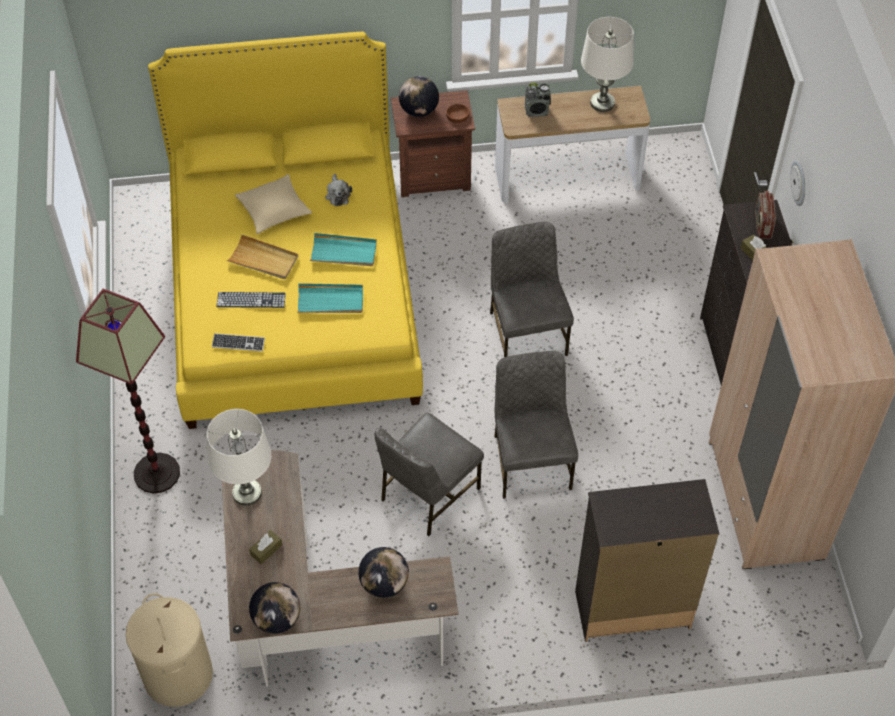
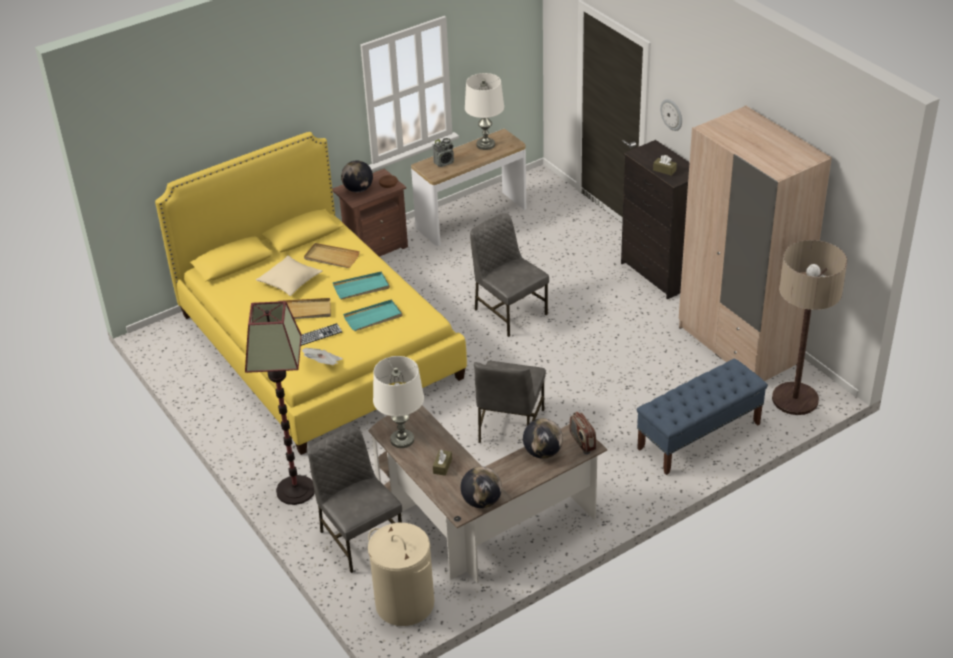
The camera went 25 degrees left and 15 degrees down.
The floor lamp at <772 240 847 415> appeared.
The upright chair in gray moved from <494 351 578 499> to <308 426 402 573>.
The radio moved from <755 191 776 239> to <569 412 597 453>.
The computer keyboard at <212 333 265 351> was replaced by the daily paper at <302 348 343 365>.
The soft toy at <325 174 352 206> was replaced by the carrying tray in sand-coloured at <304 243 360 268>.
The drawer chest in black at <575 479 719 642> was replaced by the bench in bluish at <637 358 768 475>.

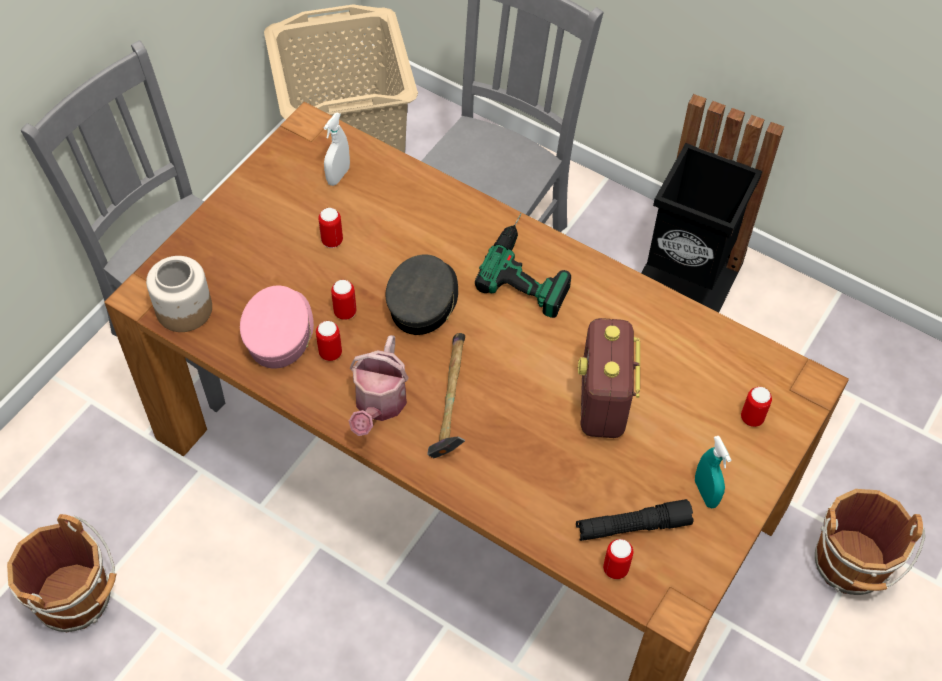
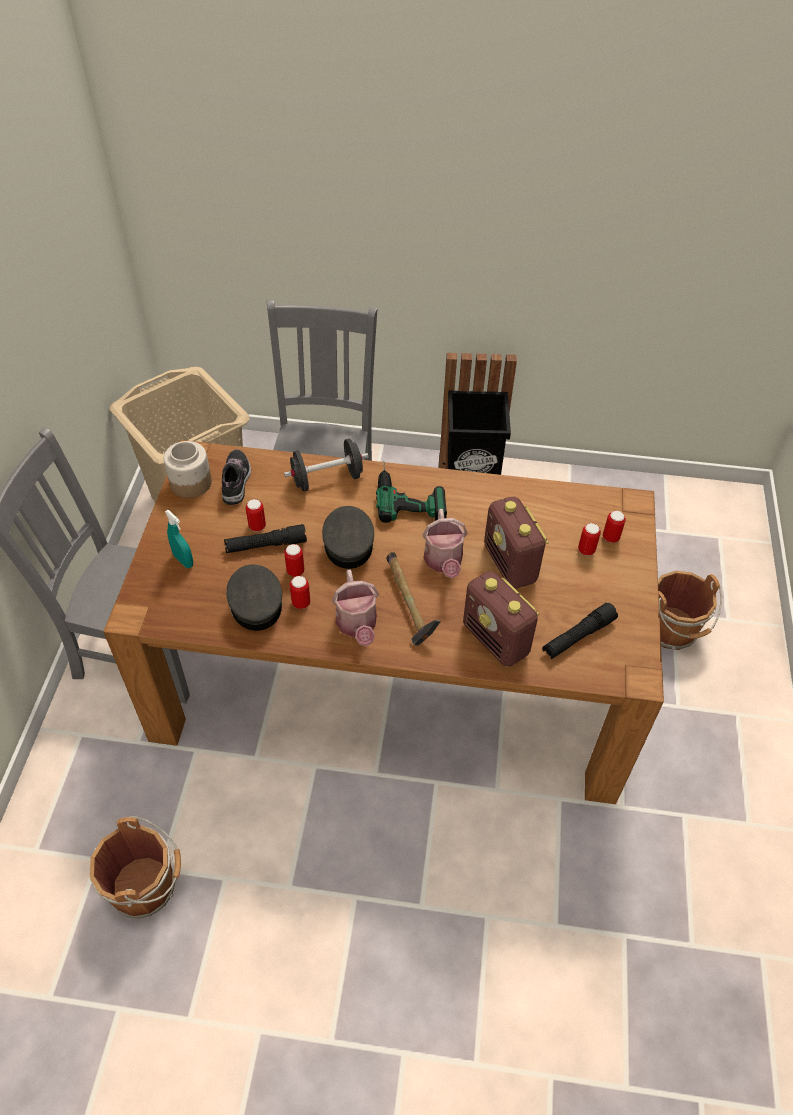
The camera went 25 degrees left and 5 degrees down.
The flashlight in black at <224 524 307 553> appeared.
The dumbbell in black at <284 439 368 492> appeared.
The sprinkling can at <423 509 467 578> appeared.
The radio at <463 571 540 667> appeared.
The preserve jar moved from <146 256 212 332> to <164 441 212 498>.
The sealed can moved from <603 539 634 579> to <578 523 601 556>.
The hand sprayer in turquoise-coloured moved from <695 436 731 508> to <165 510 193 568>.
The hand sprayer in white at <323 112 350 186> was replaced by the item of footwear at <222 449 251 505>.
The peaked cap in pink-coloured at <240 286 314 368> became the peaked cap in gray at <226 564 283 631>.

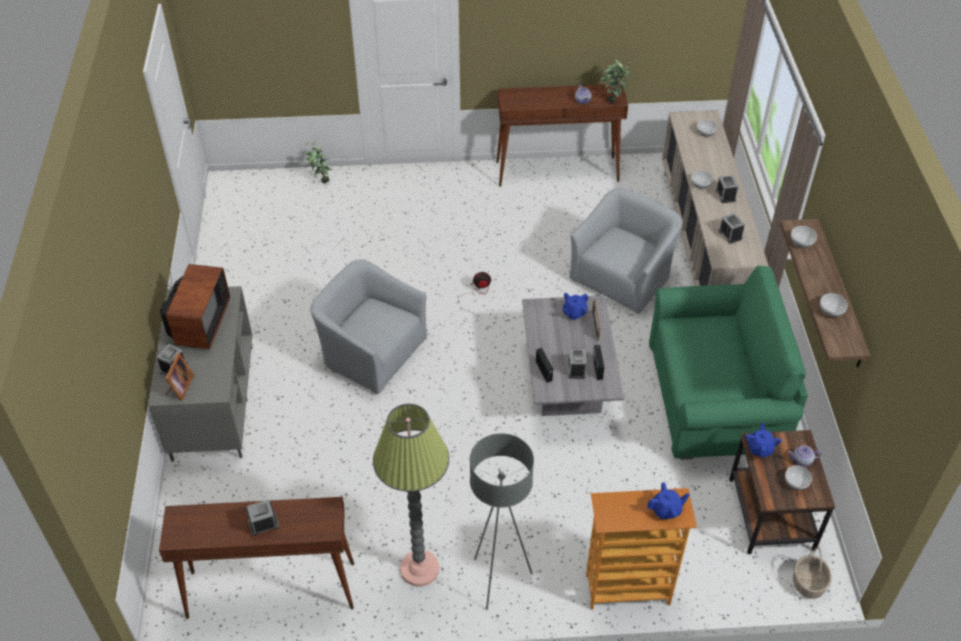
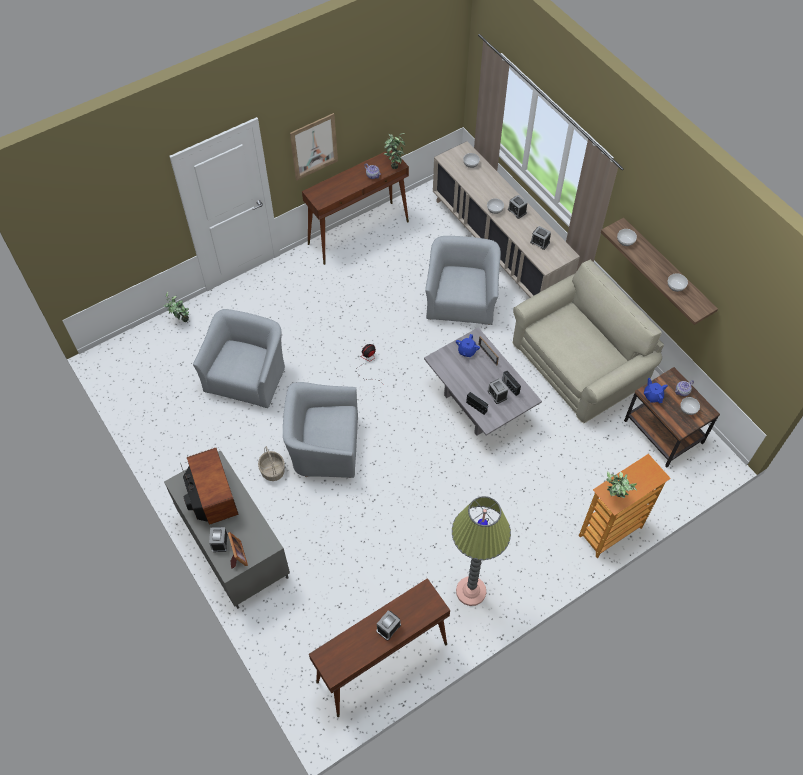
The camera went 30 degrees left and 10 degrees up.
The floor lamp in gray at <470 433 534 610> disappeared.
The tea pot in bluish at <647 482 690 519> disappeared.
The lounge chair in gray at <193 309 285 408> appeared.
The wall picture at <290 113 338 180> appeared.
The plant in a pot at <606 471 637 498> appeared.
The storage basket moved from <793 547 832 599> to <258 446 285 481>.
The settee in green-coloured at <649 266 808 460> became the settee in sand-coloured at <512 260 664 424>.

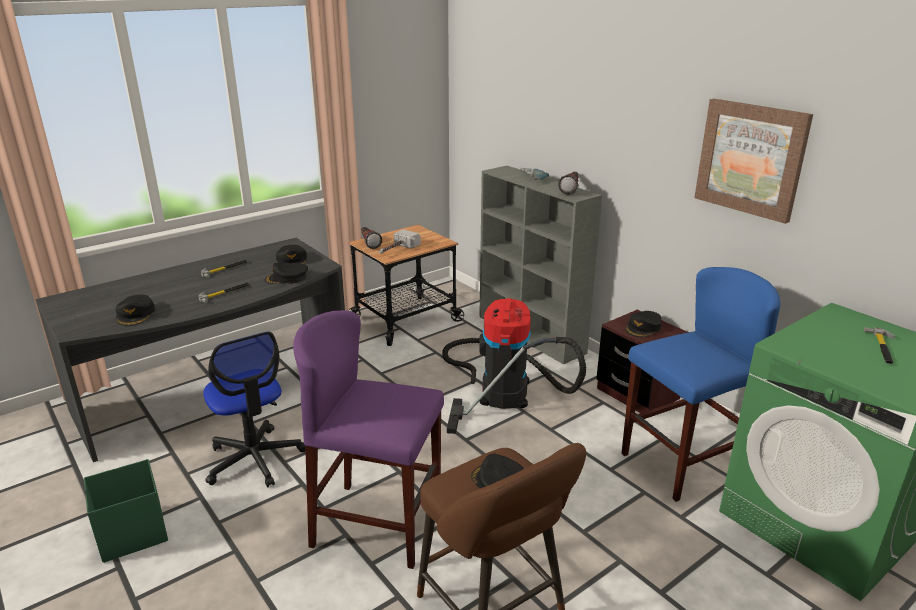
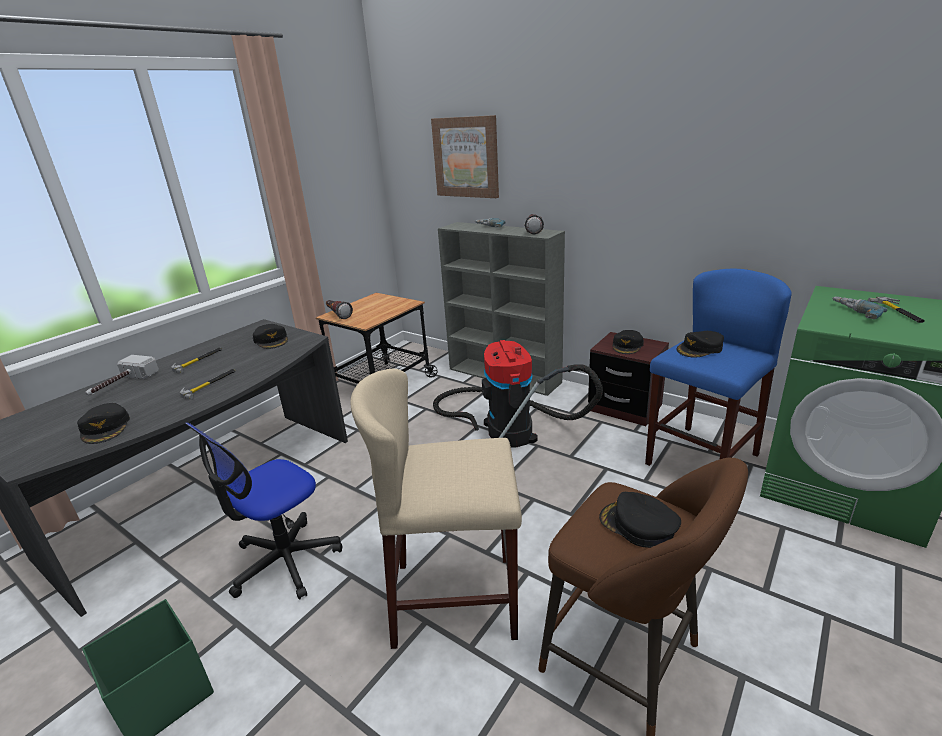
The camera went 15 degrees left and 0 degrees up.
The drill at <832 296 887 319> appeared.
The peaked cap in black moved from <265 263 308 284> to <676 331 724 358>.
The tool hammer moved from <379 229 421 254> to <85 355 159 396>.
The wall picture moved from <694 99 813 224> to <431 115 499 198>.
The sitting stool in purple-coloured at <293 310 444 569> became the sitting stool in sand-coloured at <350 369 522 649>.
The desk chair at <203 331 305 487> turned 90 degrees clockwise.

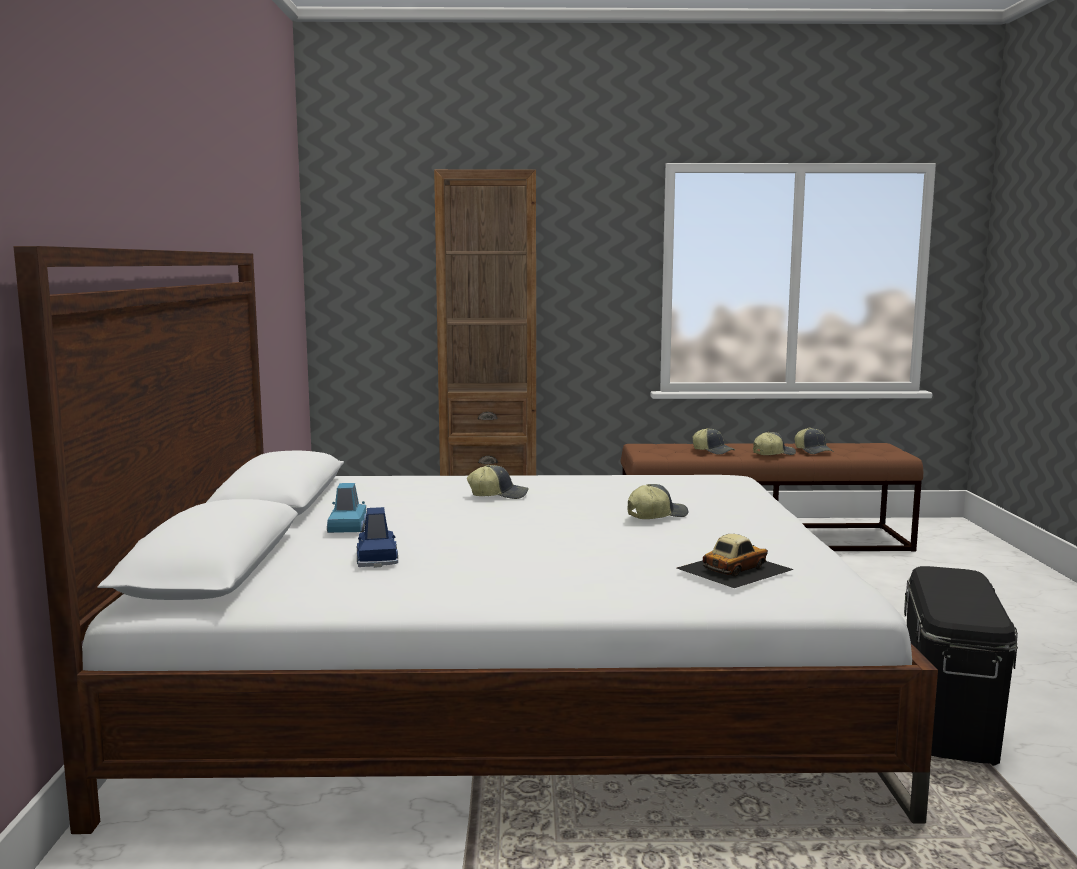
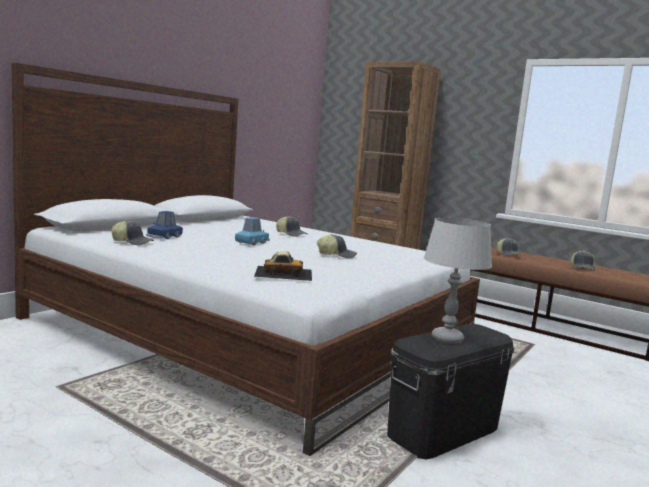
The camera went 35 degrees right and 0 degrees up.
The tabletop lamp in gray at <424 218 492 344> appeared.
The toy car in bluish moved from <327 483 366 533> to <235 217 270 245>.
The peaked cap moved from <753 432 796 455> to <111 220 154 245>.

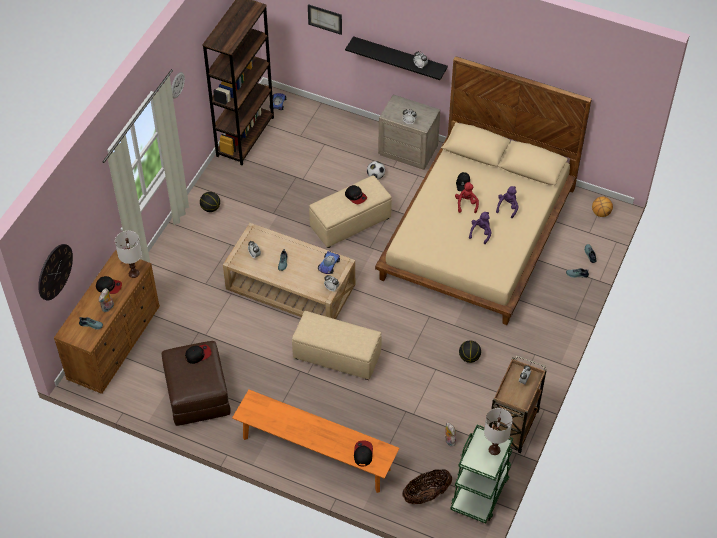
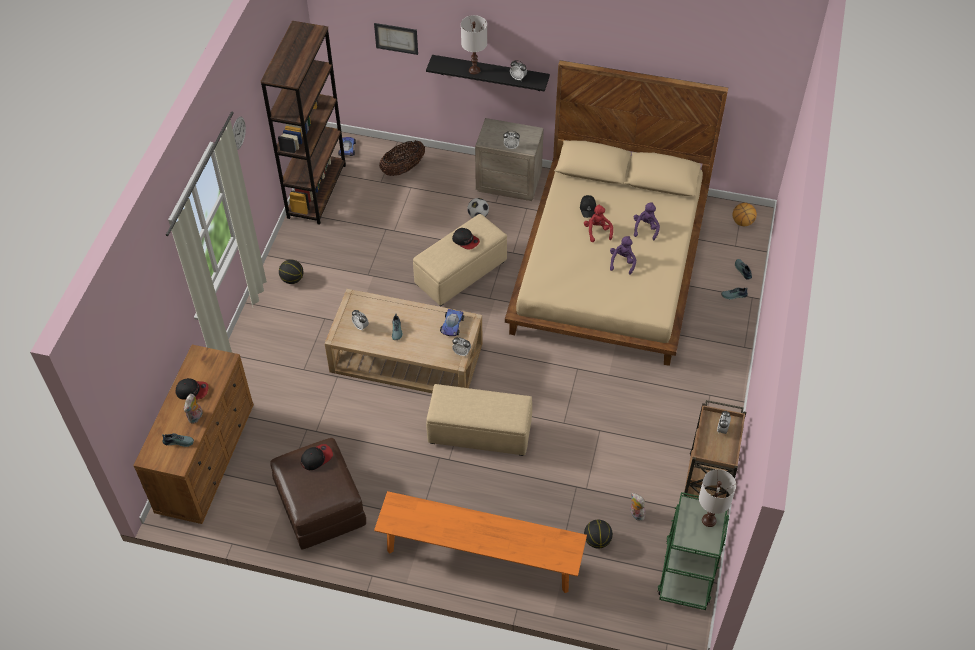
The camera went 10 degrees left and 0 degrees up.
The clock on the wall at <38 244 73 301> disappeared.
The peaked cap at <354 441 373 466> disappeared.
The tabletop lamp in white moved from <115 231 142 278> to <461 15 487 74>.
The storage basket moved from <402 469 452 504> to <379 141 425 176>.
The basketball moved from <459 340 481 363> to <584 519 613 549>.

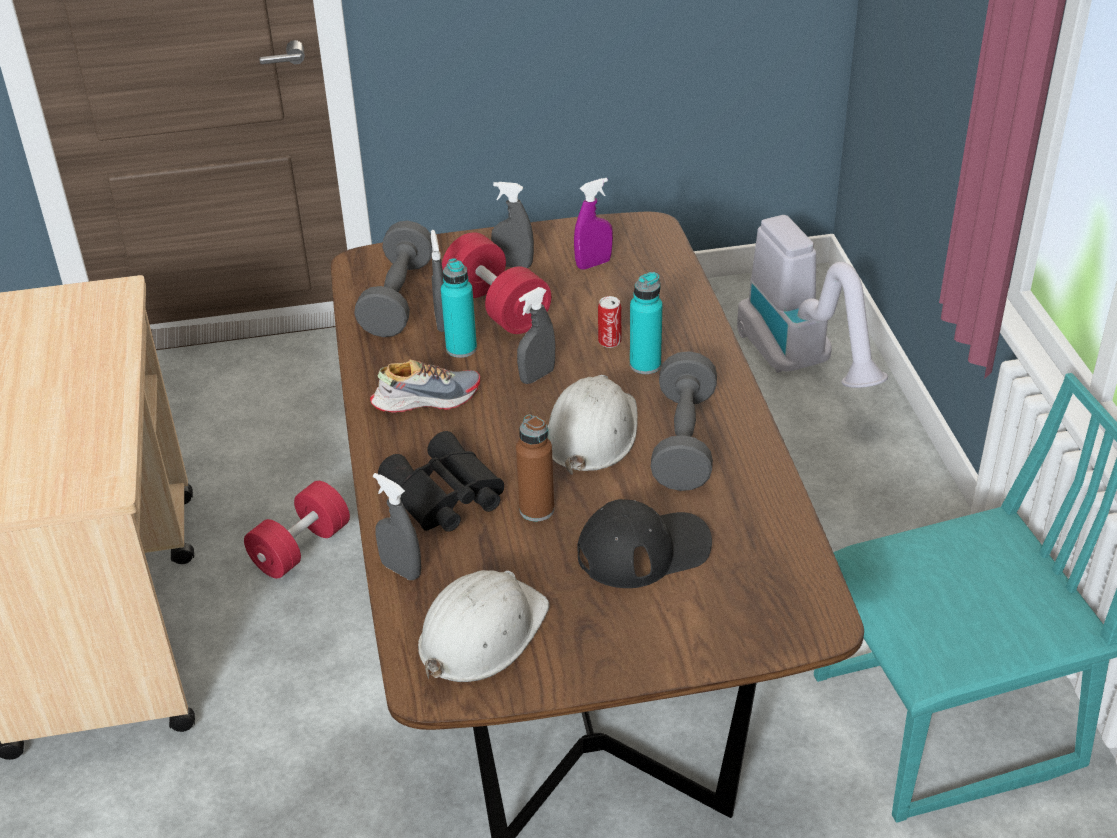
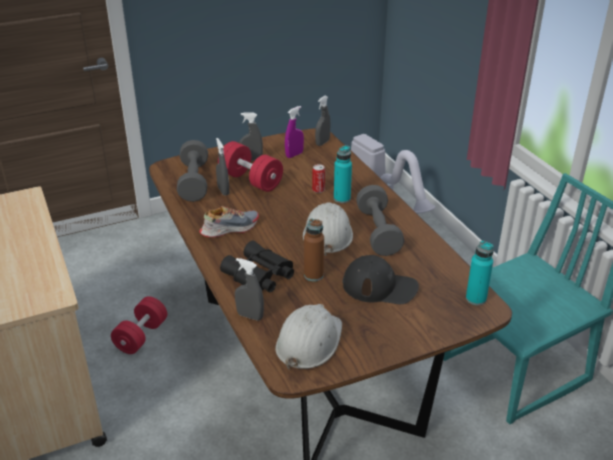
The camera went 15 degrees left and 5 degrees down.
The beverage bottle in turquoise-coloured moved from <441 258 477 358> to <466 240 494 305>.
The hand sprayer in gray moved from <517 287 555 384> to <315 96 331 146>.
The peaked cap in black at <577 499 712 588> turned 45 degrees clockwise.

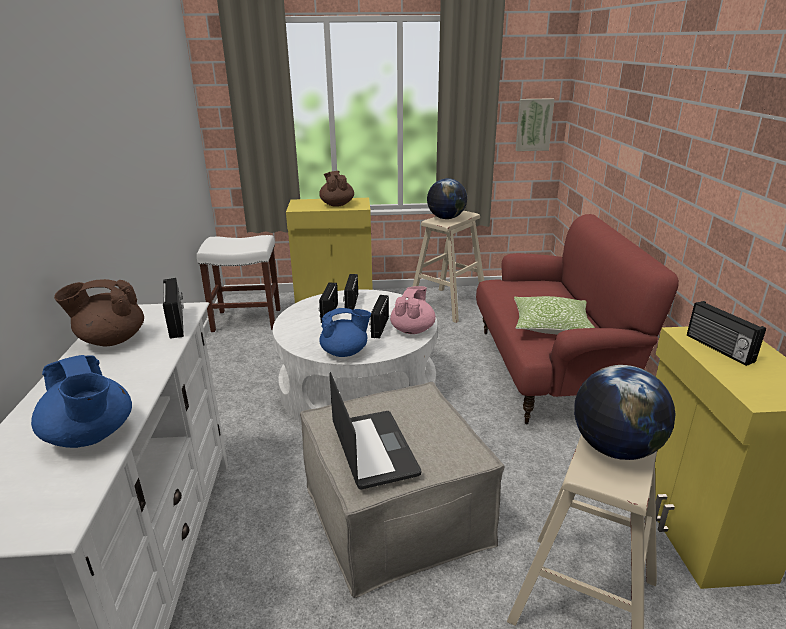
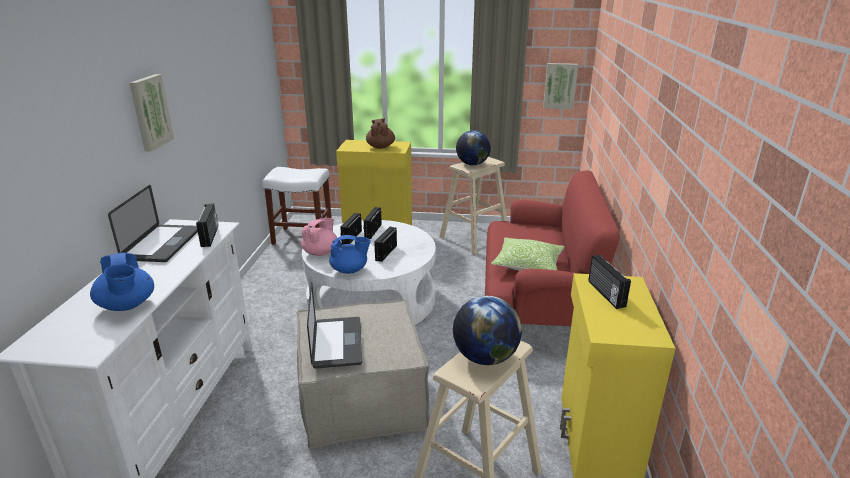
The camera went 10 degrees right and 0 degrees up.
The wall picture at <129 74 174 152> appeared.
The tea pot in pink-coloured moved from <390 286 436 334> to <301 218 337 256>.
The tea pot in brown at <54 279 144 346> was replaced by the notebook computer at <108 185 198 262>.

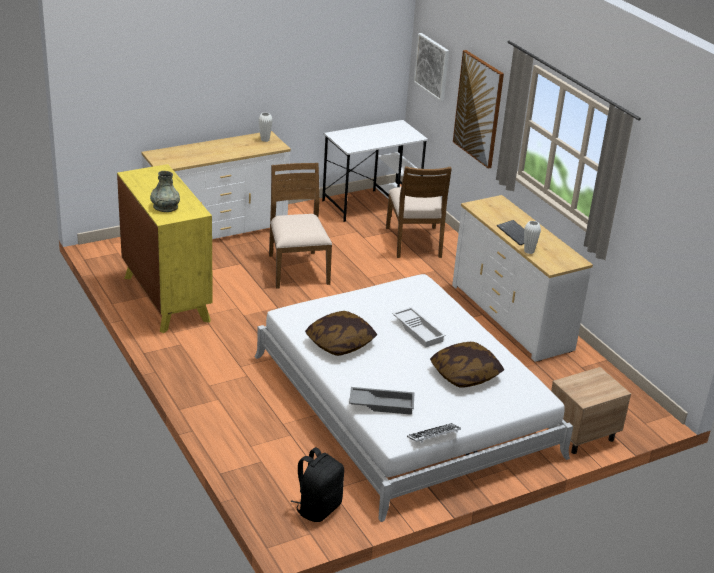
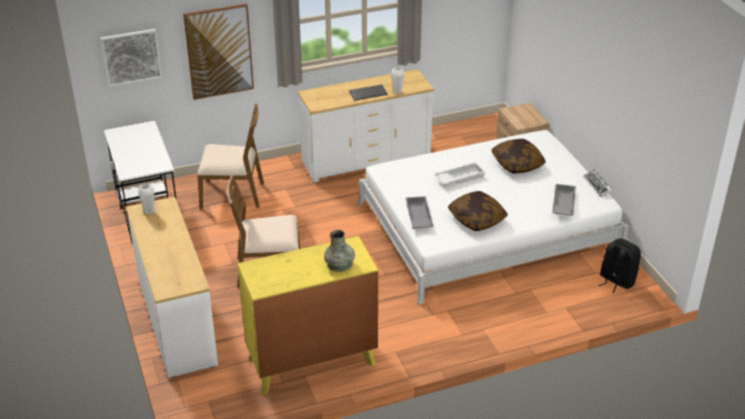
The camera went 80 degrees left and 5 degrees up.
The carrying tray in gray at <406 196 433 228> appeared.

